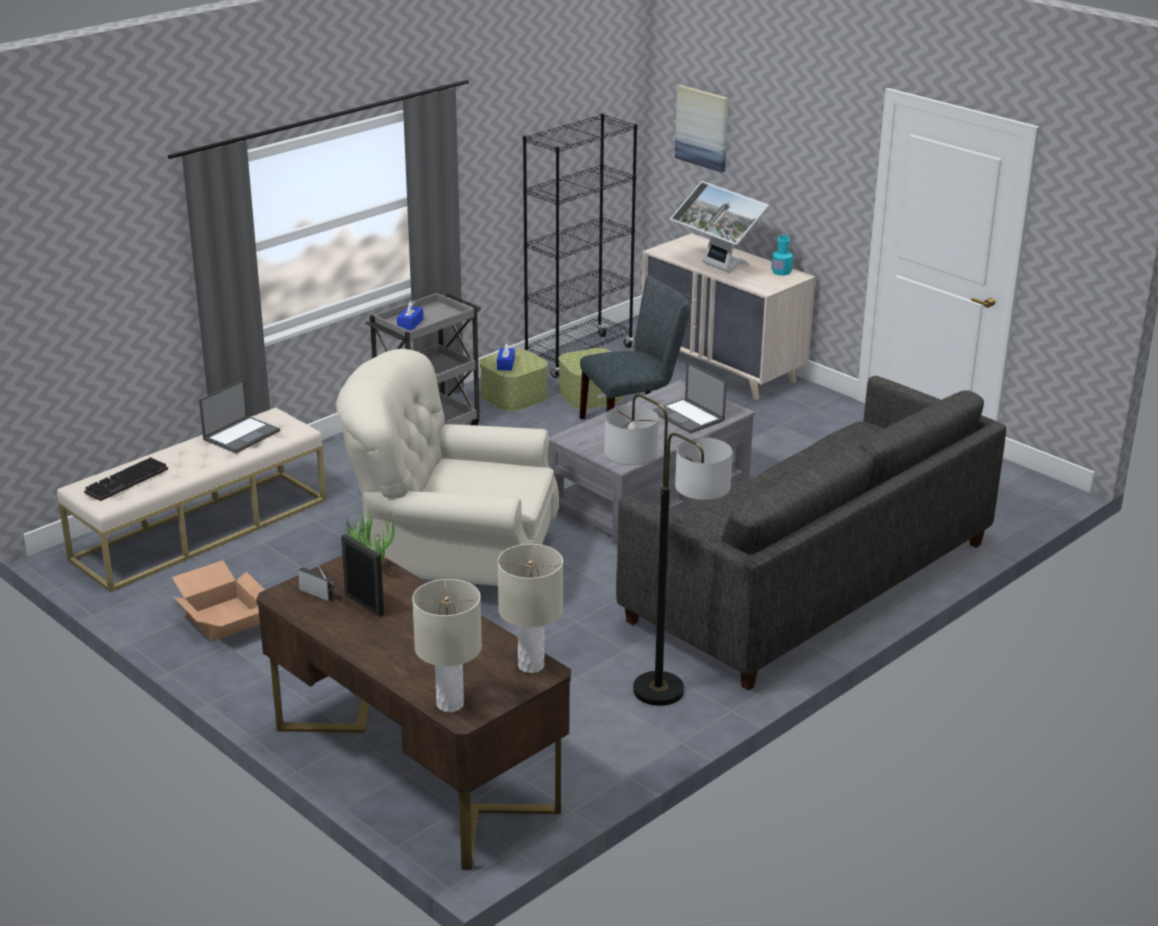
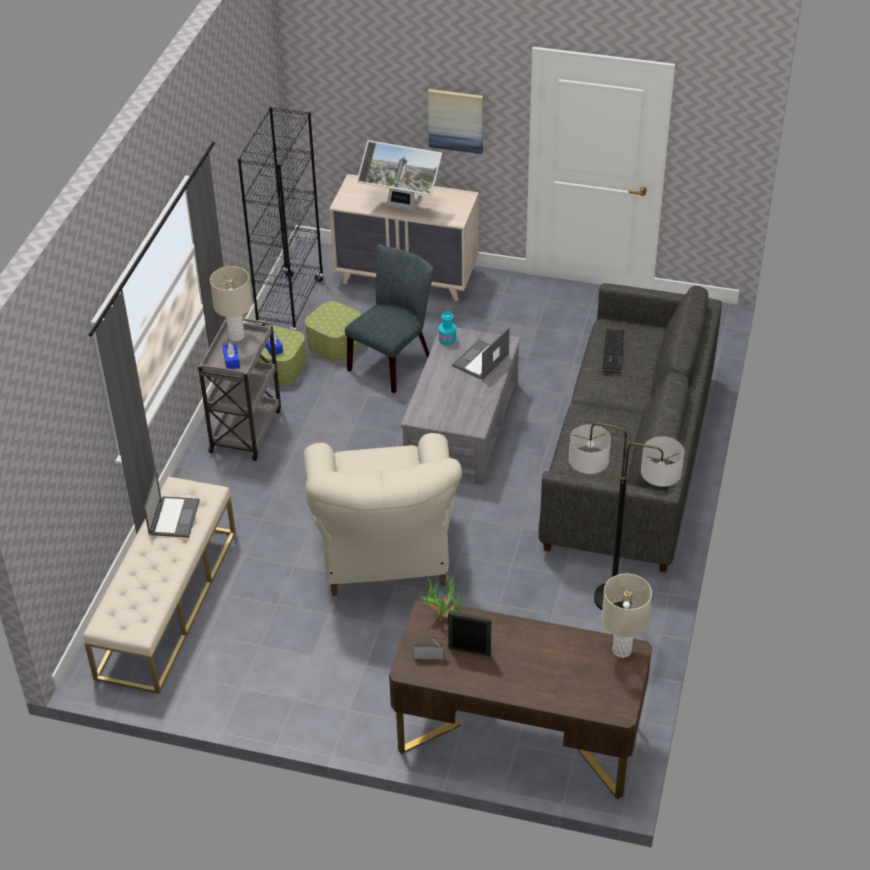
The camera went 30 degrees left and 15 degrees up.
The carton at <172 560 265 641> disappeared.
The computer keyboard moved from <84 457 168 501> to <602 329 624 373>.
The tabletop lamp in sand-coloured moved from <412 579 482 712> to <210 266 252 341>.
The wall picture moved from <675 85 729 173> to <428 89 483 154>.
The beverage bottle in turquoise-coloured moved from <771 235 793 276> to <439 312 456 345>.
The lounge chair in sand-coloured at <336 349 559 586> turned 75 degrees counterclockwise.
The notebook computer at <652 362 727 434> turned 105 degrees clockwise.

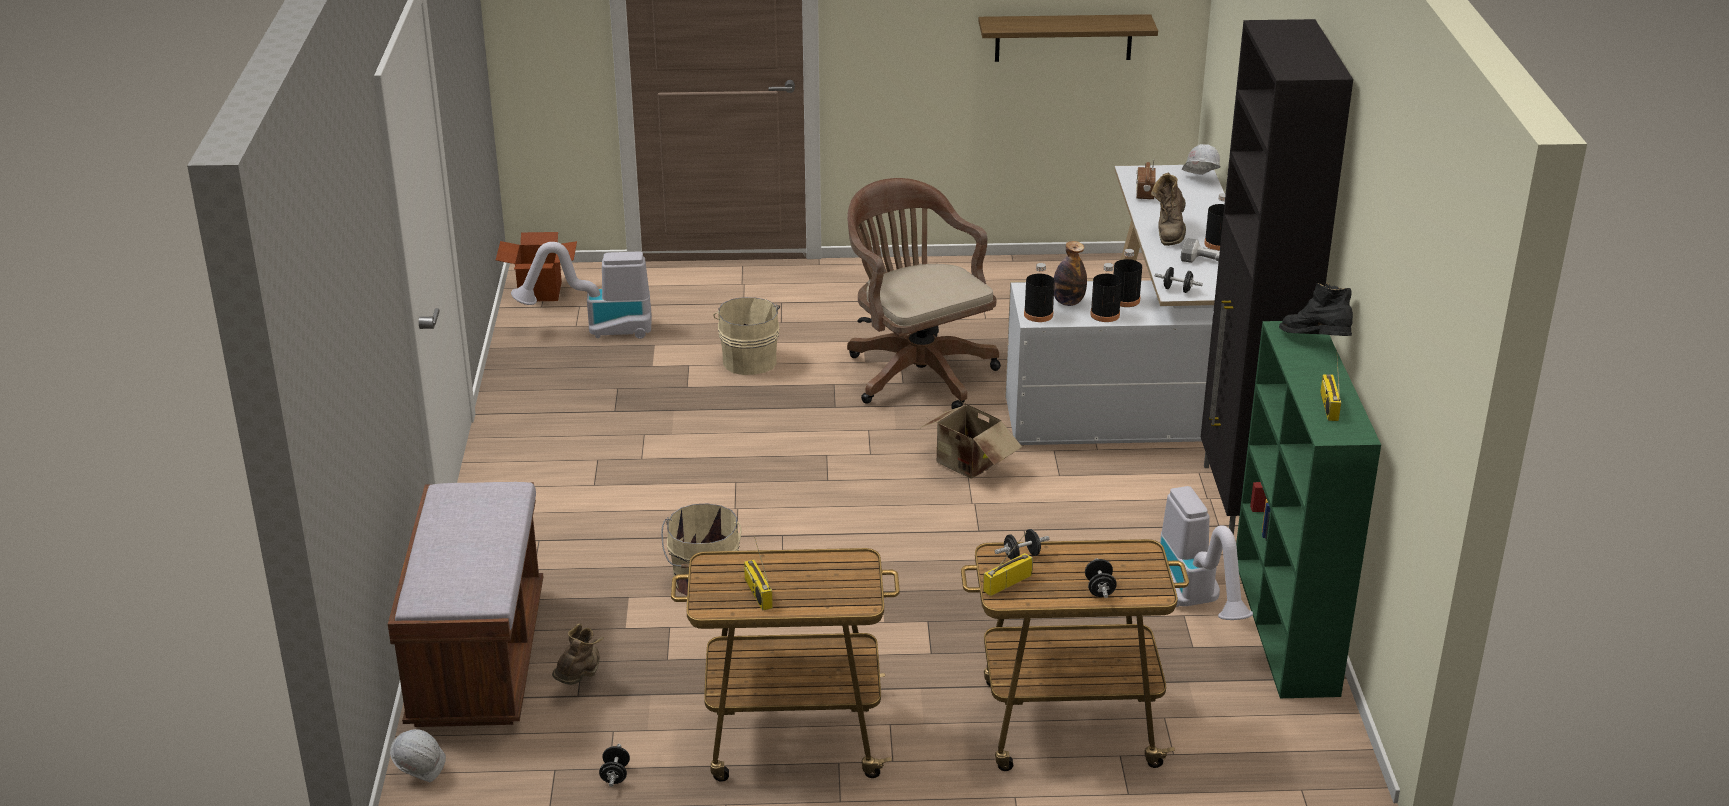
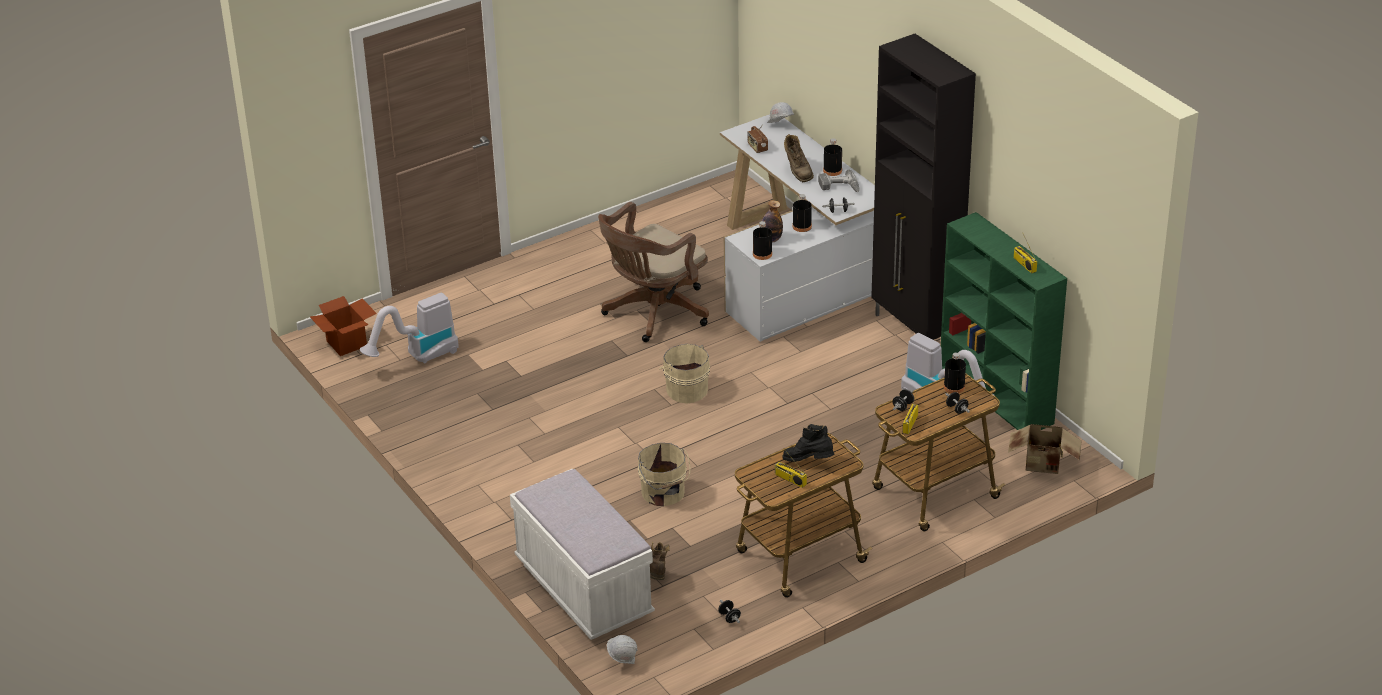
The camera went 30 degrees left and 5 degrees up.
The bracket shelf at <978 14 1158 62> disappeared.
The water bucket in sand-coloured moved from <713 297 780 375> to <659 344 710 404>.
The carton moved from <918 398 1022 479> to <1008 424 1082 474>.
The beverage bottle in black moved from <1090 263 1122 322> to <944 352 966 393>.
The tall boot in black moved from <1279 282 1353 336> to <782 424 834 462>.
The bench in brown at <388 482 543 727> became the bench in white at <510 469 655 640>.
The desk chair in brown at <847 178 1001 409> turned 75 degrees counterclockwise.

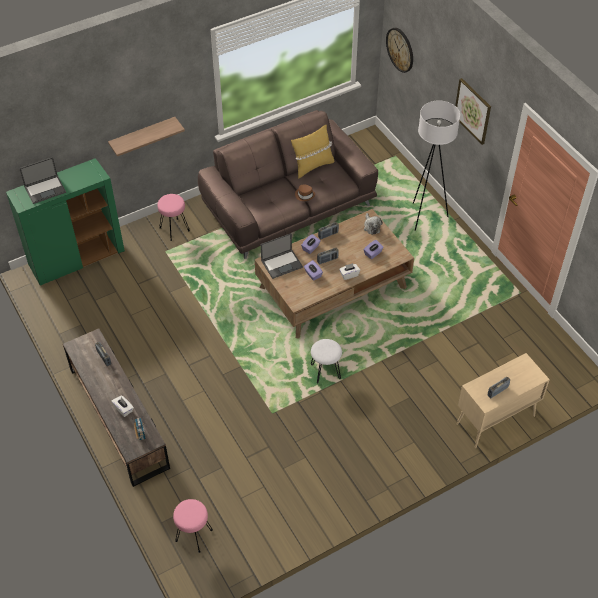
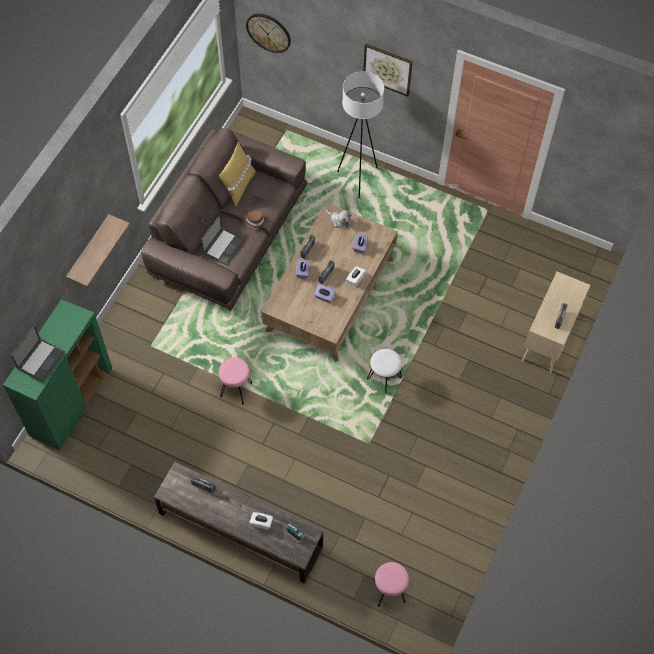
The camera went 35 degrees left and 10 degrees up.
The sitting stool in pink-coloured moved from <157 194 190 241> to <219 358 252 404>.
The notebook computer moved from <261 233 303 279> to <201 215 244 265>.

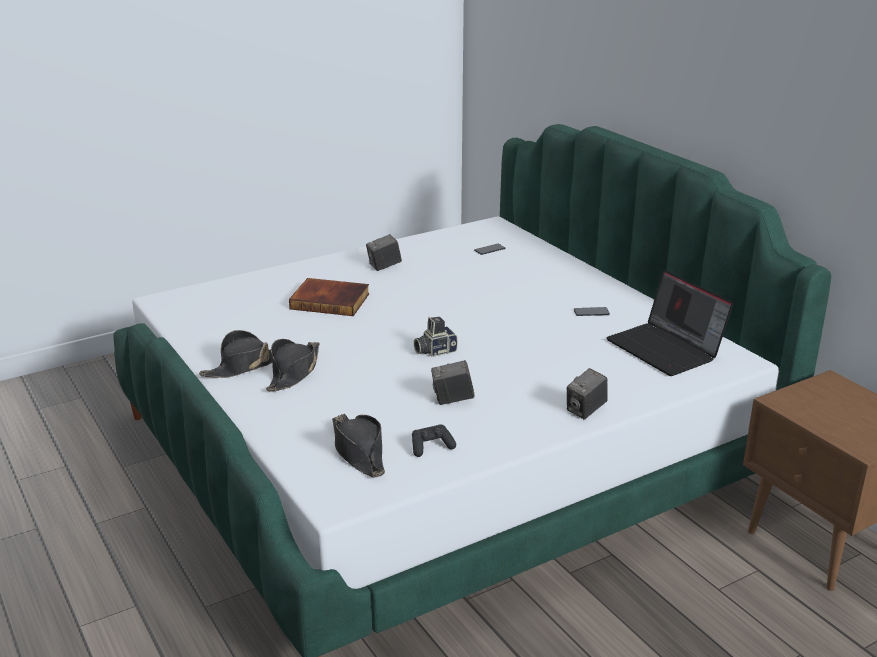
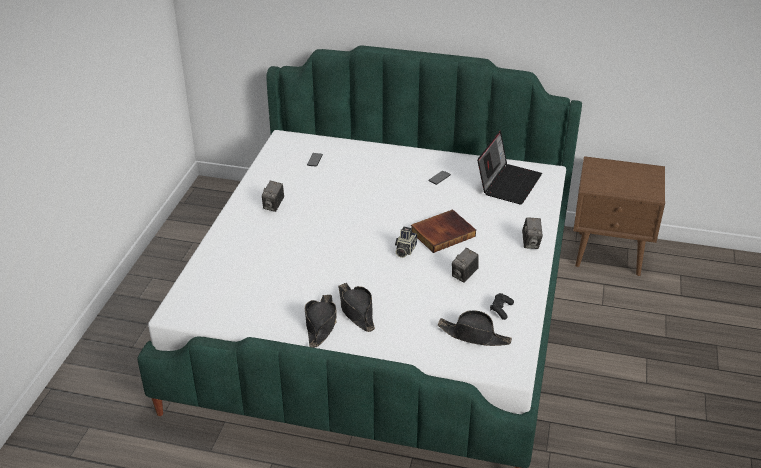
The camera went 45 degrees left and 10 degrees up.
The bound book moved from <289 278 369 316> to <411 209 476 253>.
The notebook computer at <606 270 733 376> turned 75 degrees counterclockwise.

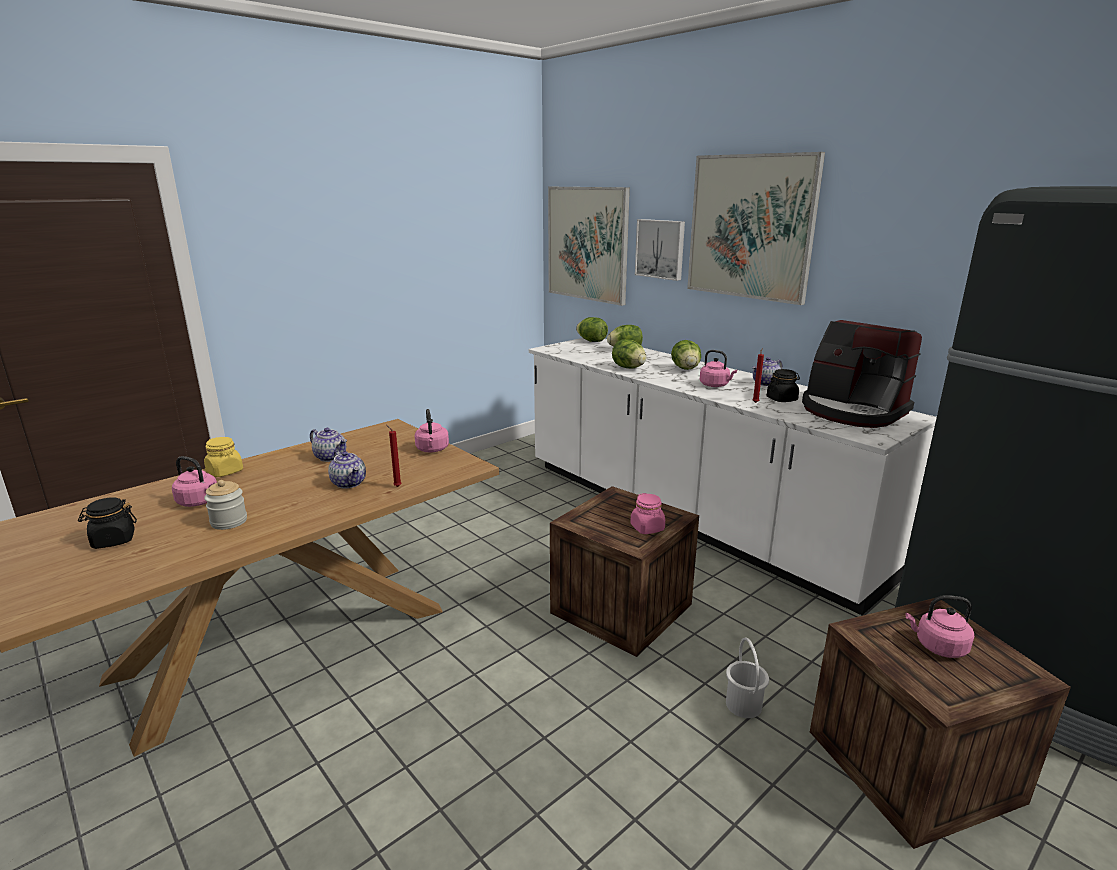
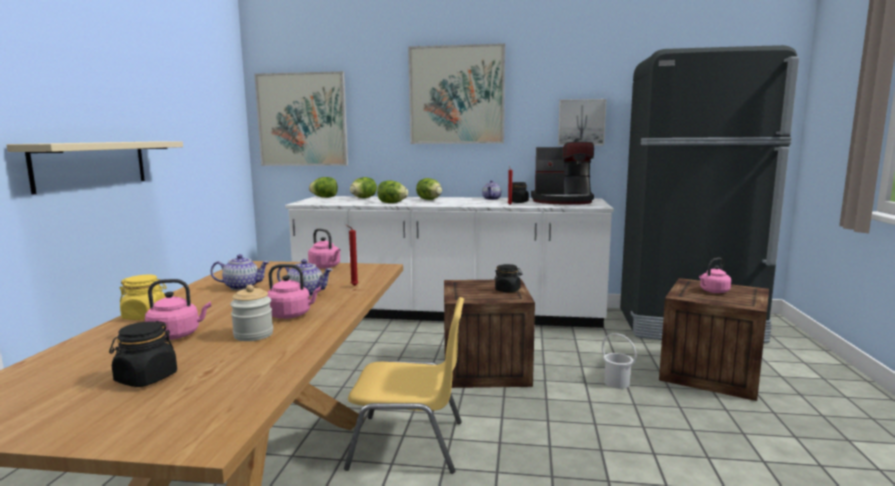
The camera went 40 degrees left and 10 degrees down.
The bracket shelf in sand-coloured at <6 141 183 195> appeared.
The upright chair in yellow-coloured at <344 297 464 474> appeared.
The wall picture moved from <635 219 685 281> to <558 99 606 146>.
The tea kettle in pink-coloured moved from <700 350 737 387> to <267 264 321 319>.
The preserve jar in pink-coloured at <630 493 665 534> became the preserve jar in black at <494 264 522 293>.

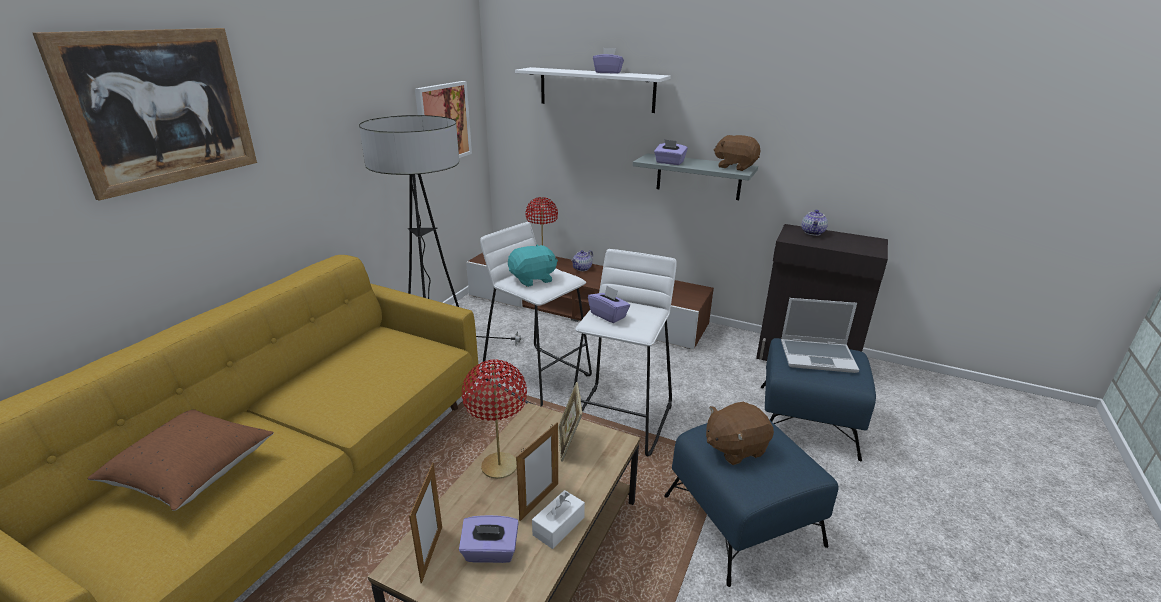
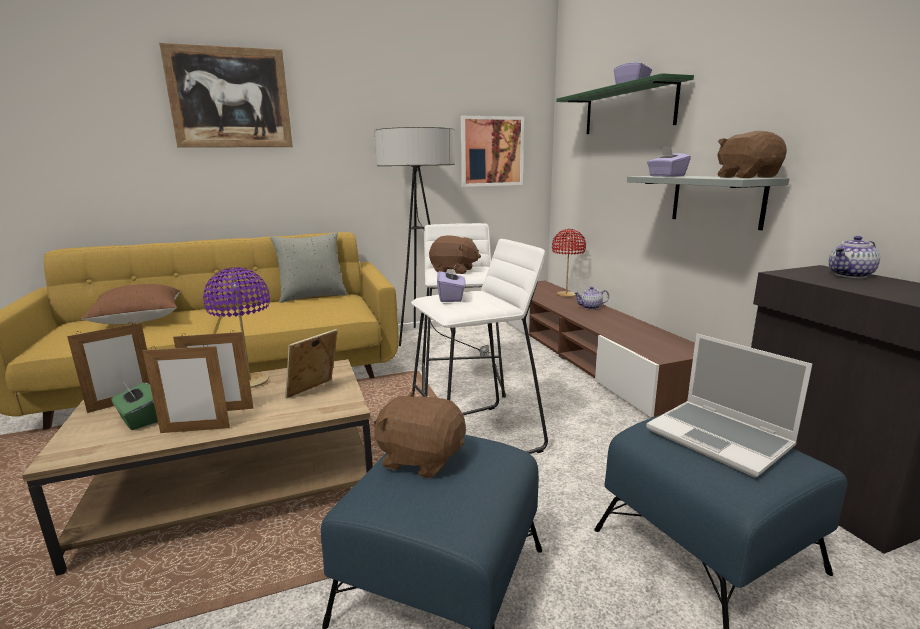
The camera went 45 degrees right and 10 degrees down.
The cushion in gray at <270 232 347 303> appeared.
The box of tissues in white at <532 490 585 549> was replaced by the standing frame at <142 344 230 433>.
The box of tissues in purple-coloured at <459 515 519 563> became the box of tissues in green-coloured at <111 381 158 430>.
The tabletop lamp in red at <462 360 527 479> became the tabletop lamp in purple-coloured at <203 267 270 388>.
The soft toy in turquoise-coloured at <508 244 558 287> became the soft toy in brown at <429 236 481 274>.
The bracket shelf in white at <515 67 671 113> became the bracket shelf in green-coloured at <556 73 694 134>.

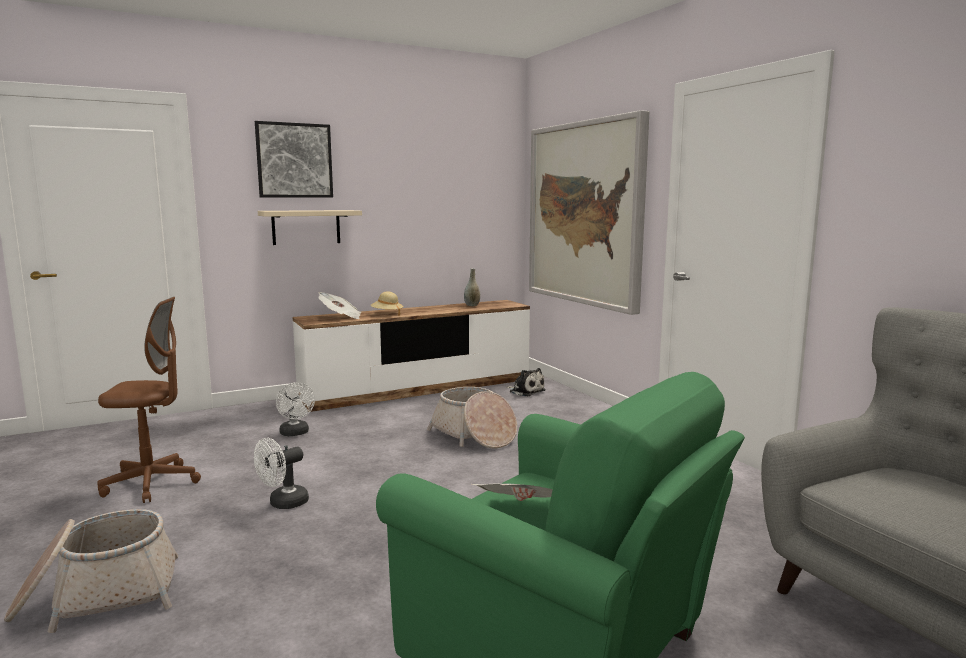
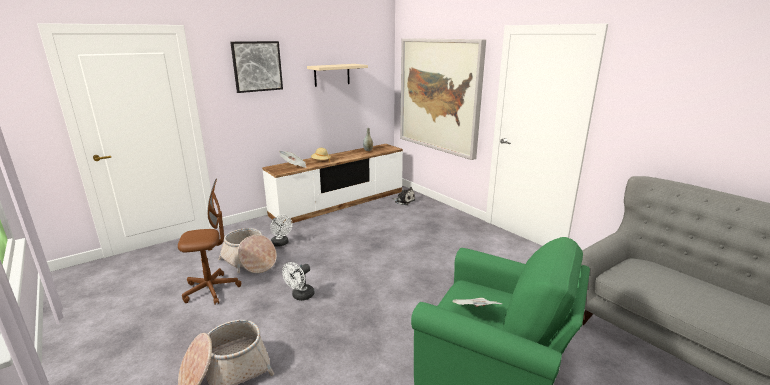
The camera went 10 degrees left and 10 degrees up.
The bracket shelf in sand-coloured moved from <258 210 362 245> to <307 64 368 87>.
The storage basket moved from <427 387 517 448> to <219 228 277 273>.

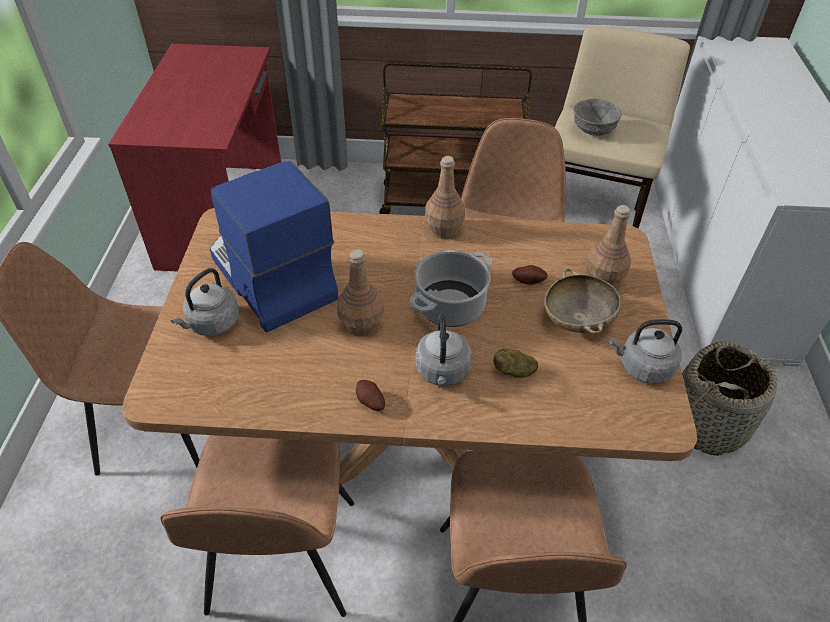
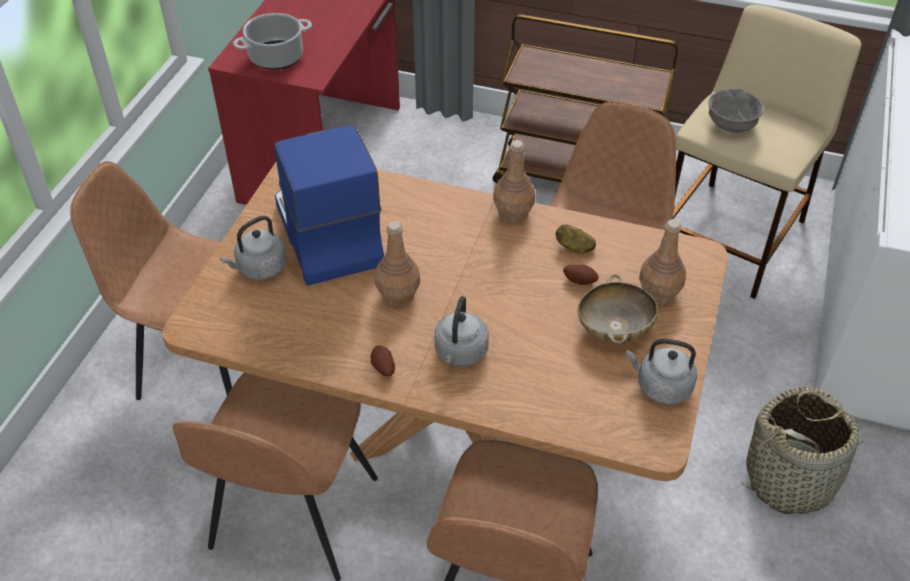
The camera went 15 degrees right and 0 degrees up.
The stockpot moved from <410 250 492 327> to <233 13 312 70>.
The whole potato moved from <493 349 538 378> to <556 224 596 253>.

